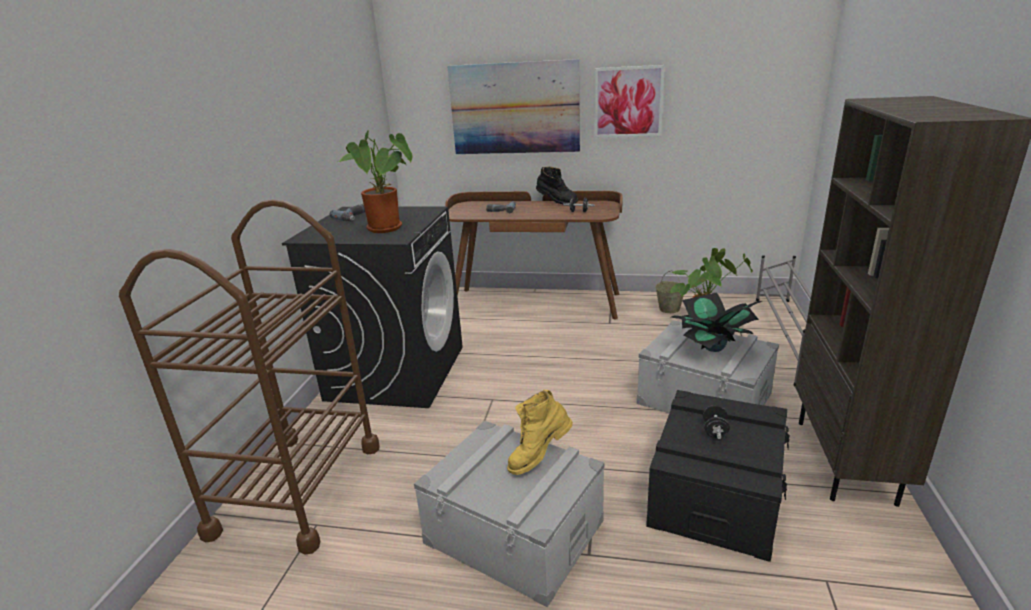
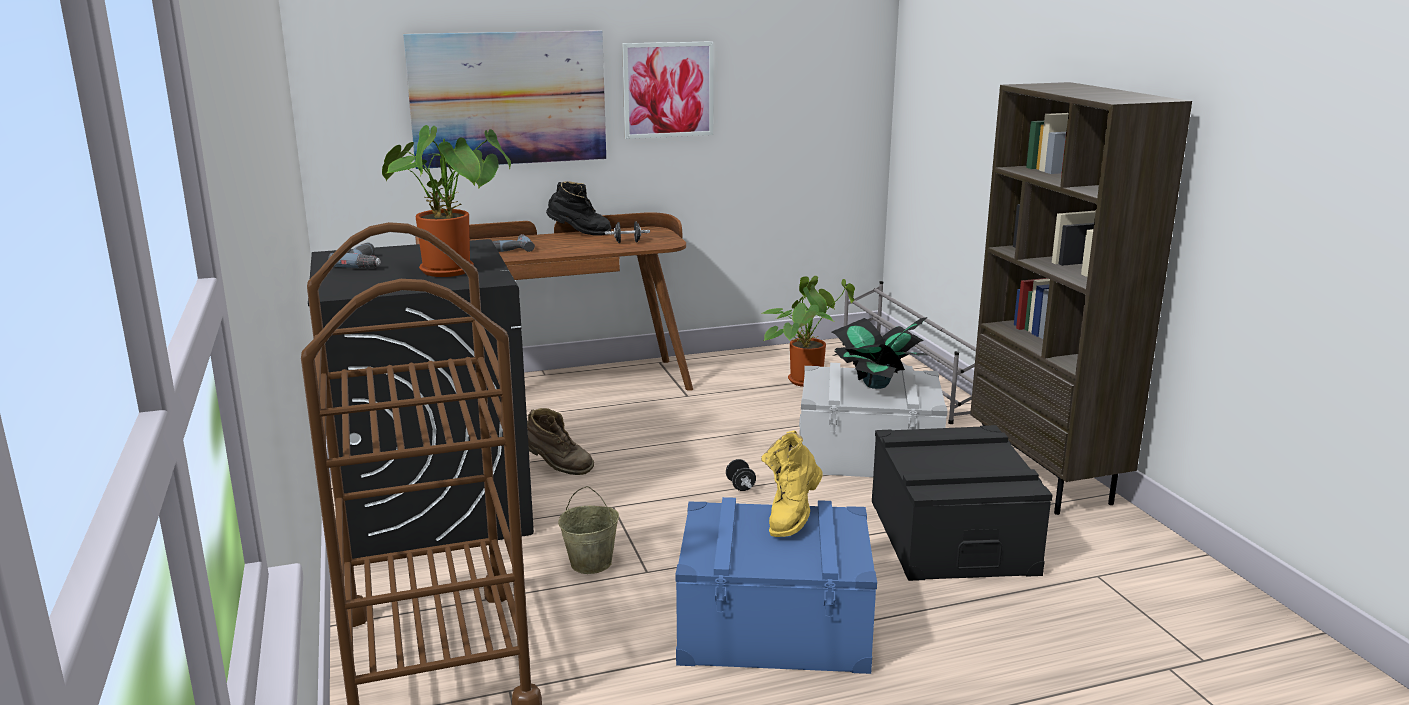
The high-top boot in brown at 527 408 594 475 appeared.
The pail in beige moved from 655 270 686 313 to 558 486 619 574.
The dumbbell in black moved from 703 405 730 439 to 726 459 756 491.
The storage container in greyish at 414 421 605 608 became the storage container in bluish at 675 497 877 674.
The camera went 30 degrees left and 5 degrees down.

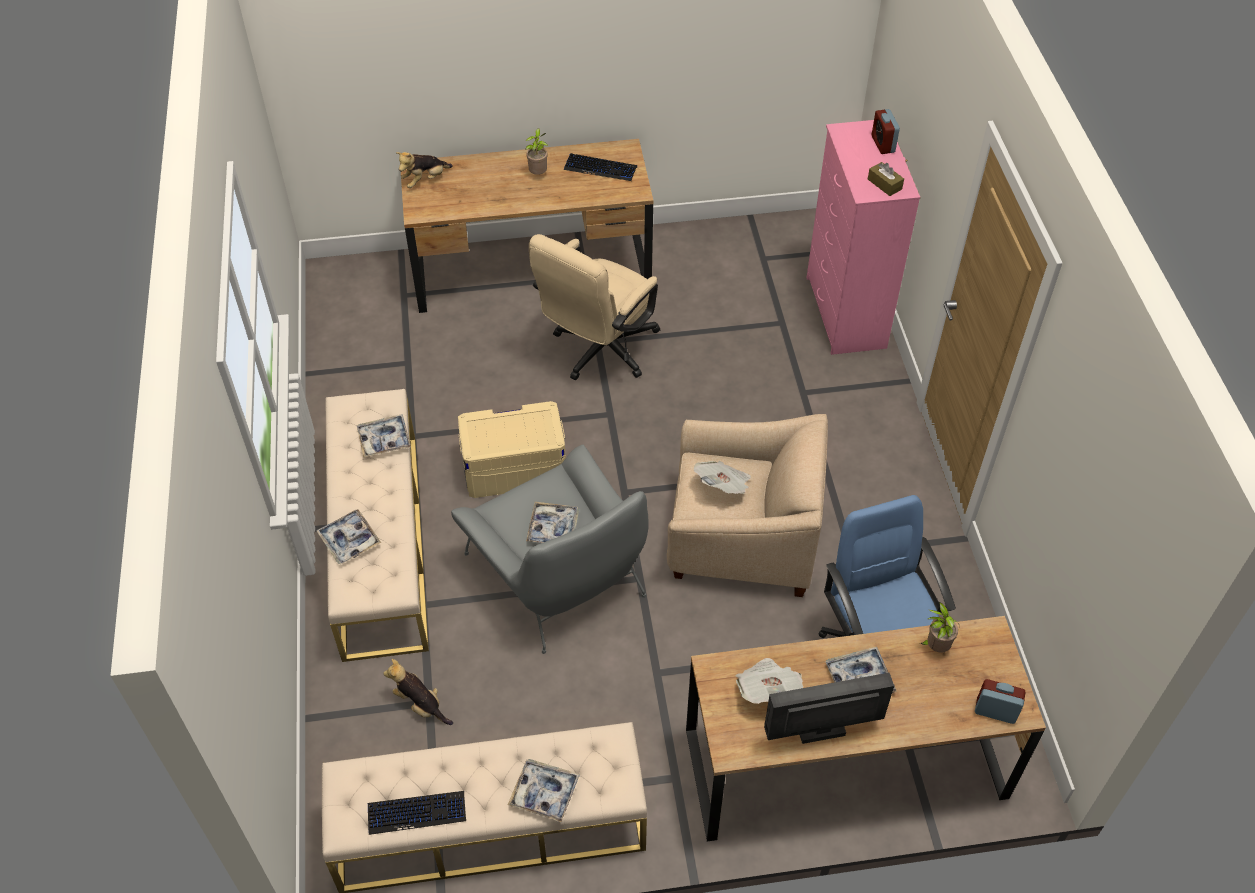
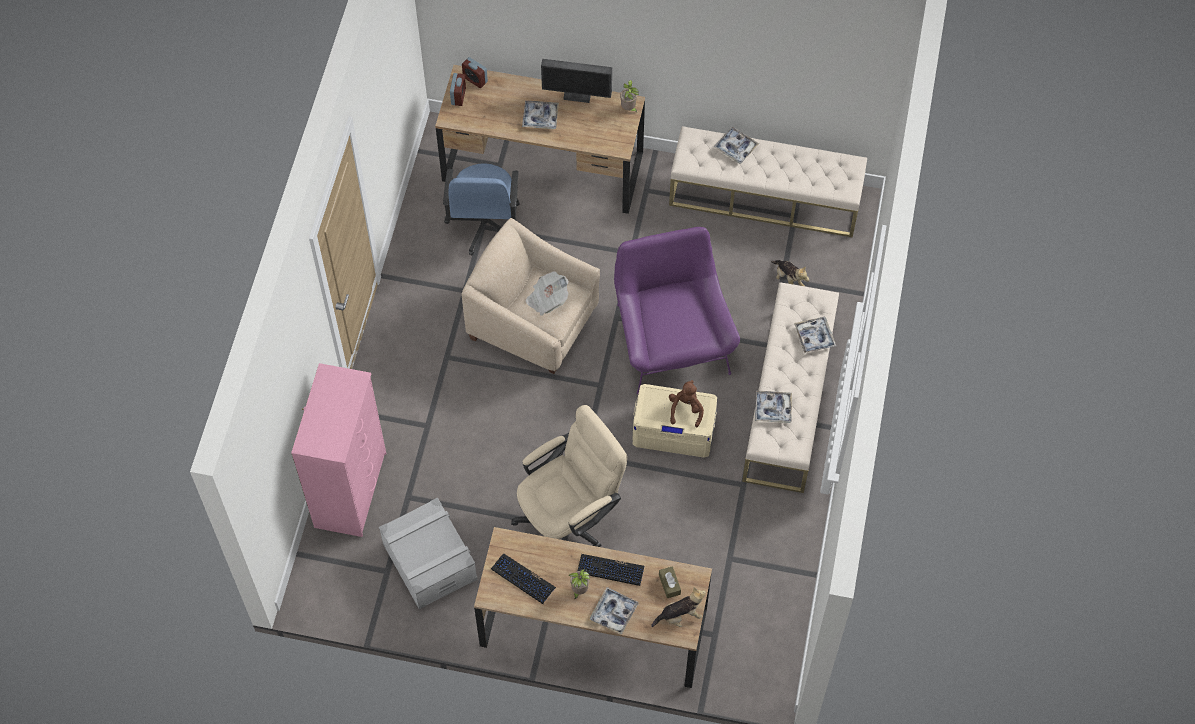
The newspaper at 736 658 803 704 disappeared.
The storage container in greyish at 379 497 478 609 appeared.
The soft toy in brown at 669 380 704 427 appeared.
The PC keyboard moved from 368 791 466 835 to 578 554 645 586.
The serving tray moved from 526 502 579 543 to 590 587 639 635.
The tissue box in brown moved from 868 162 904 196 to 659 566 681 598.
The table clock moved from 872 109 900 154 to 450 73 466 106.
The plant in a pot moved from 920 602 960 653 to 620 80 639 112.
The lounge chair in greyish at 451 445 649 654 became the lounge chair in purplish at 614 227 740 394.
The camera went 160 degrees left and 10 degrees up.

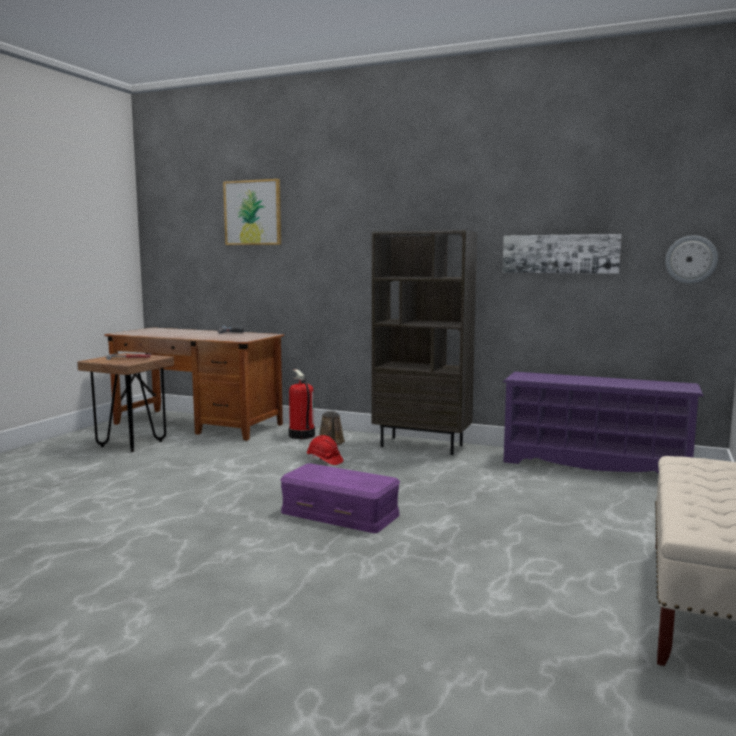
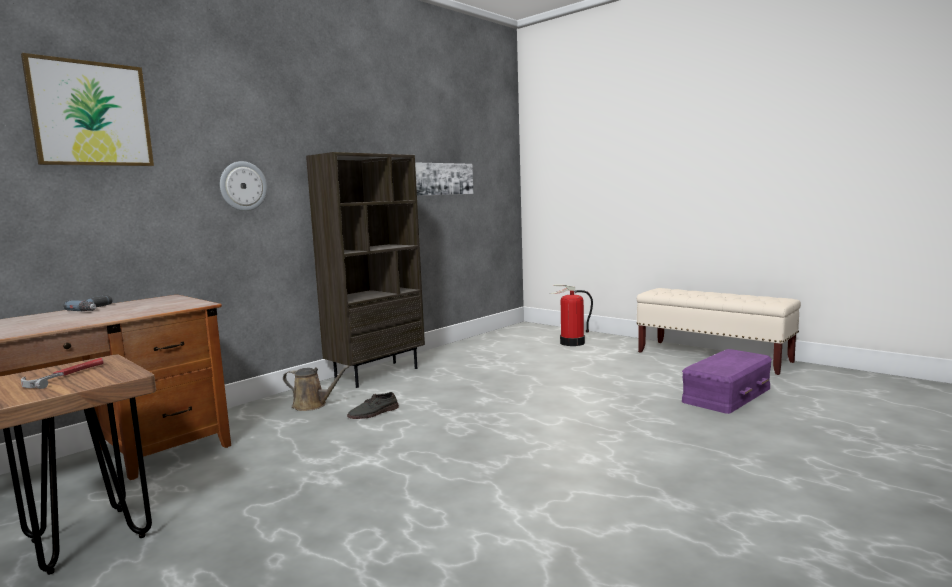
The shoe stand in purplish at 503 372 704 474 disappeared.
The storage container in purplish moved from 280 463 400 533 to 682 349 772 414.
The extinguisher moved from 289 369 315 439 to 550 284 593 346.
The wall clock moved from 665 235 718 284 to 220 161 267 211.
The hard hat in red at 307 435 343 465 was replaced by the shoe in greyish at 347 392 399 419.
The camera went 70 degrees left and 0 degrees up.

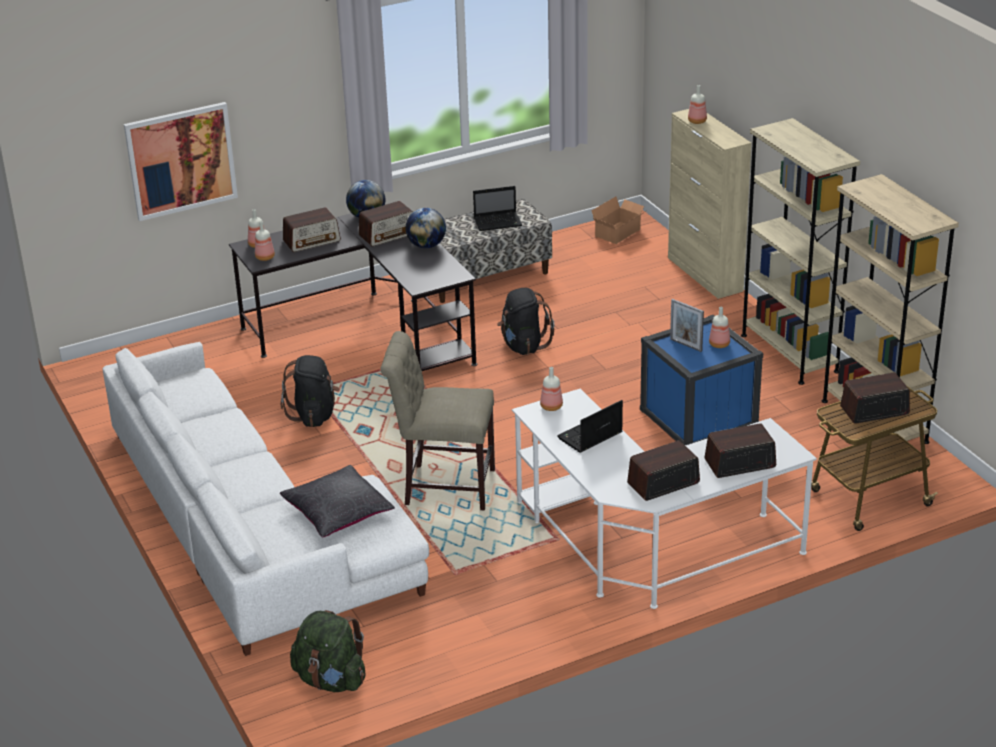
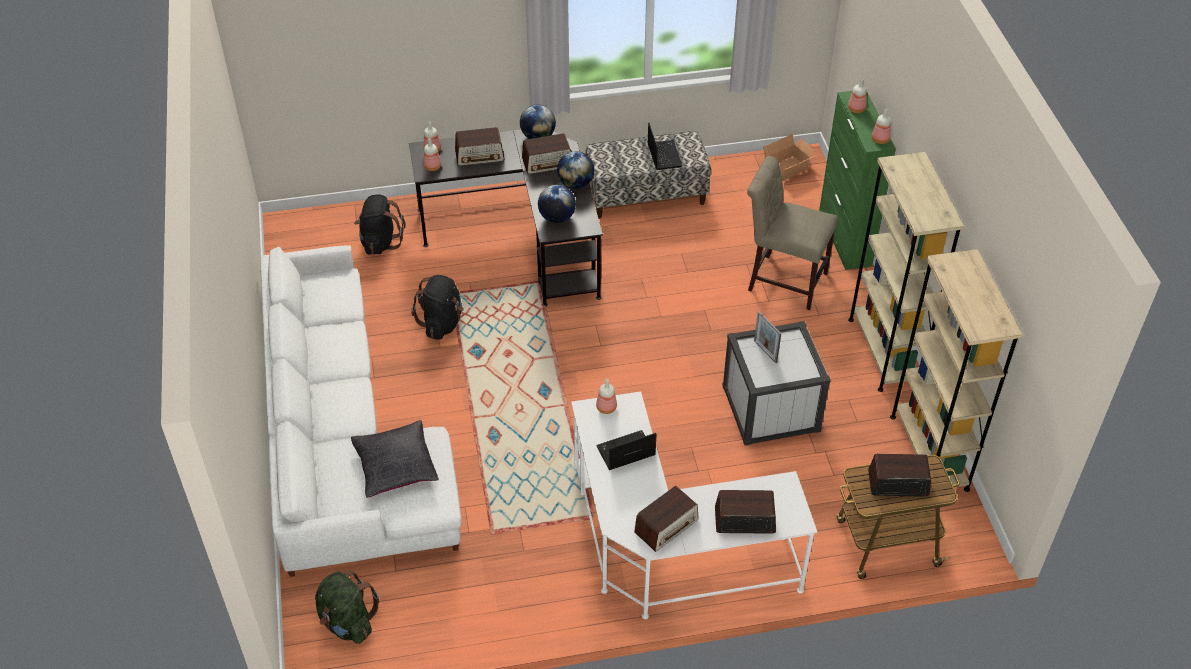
The picture at 124 102 238 221 disappeared.
The desk globe at 538 185 576 223 appeared.
The chair in beige moved from 380 331 495 511 to 747 156 838 310.
The rucksack in black moved from 497 288 555 355 to 354 195 405 255.
The drink bottle moved from 709 307 730 348 to 872 109 891 144.
The storage container in bluish at 640 315 763 445 became the storage container in whitish at 722 321 831 446.
The cabinet in beige at 668 109 751 299 became the cabinet in green-coloured at 819 91 896 270.
The portable computer at 473 186 522 231 turned 105 degrees counterclockwise.
The radio receiver at 627 441 700 501 turned 150 degrees clockwise.
The camera went 15 degrees right and 15 degrees up.

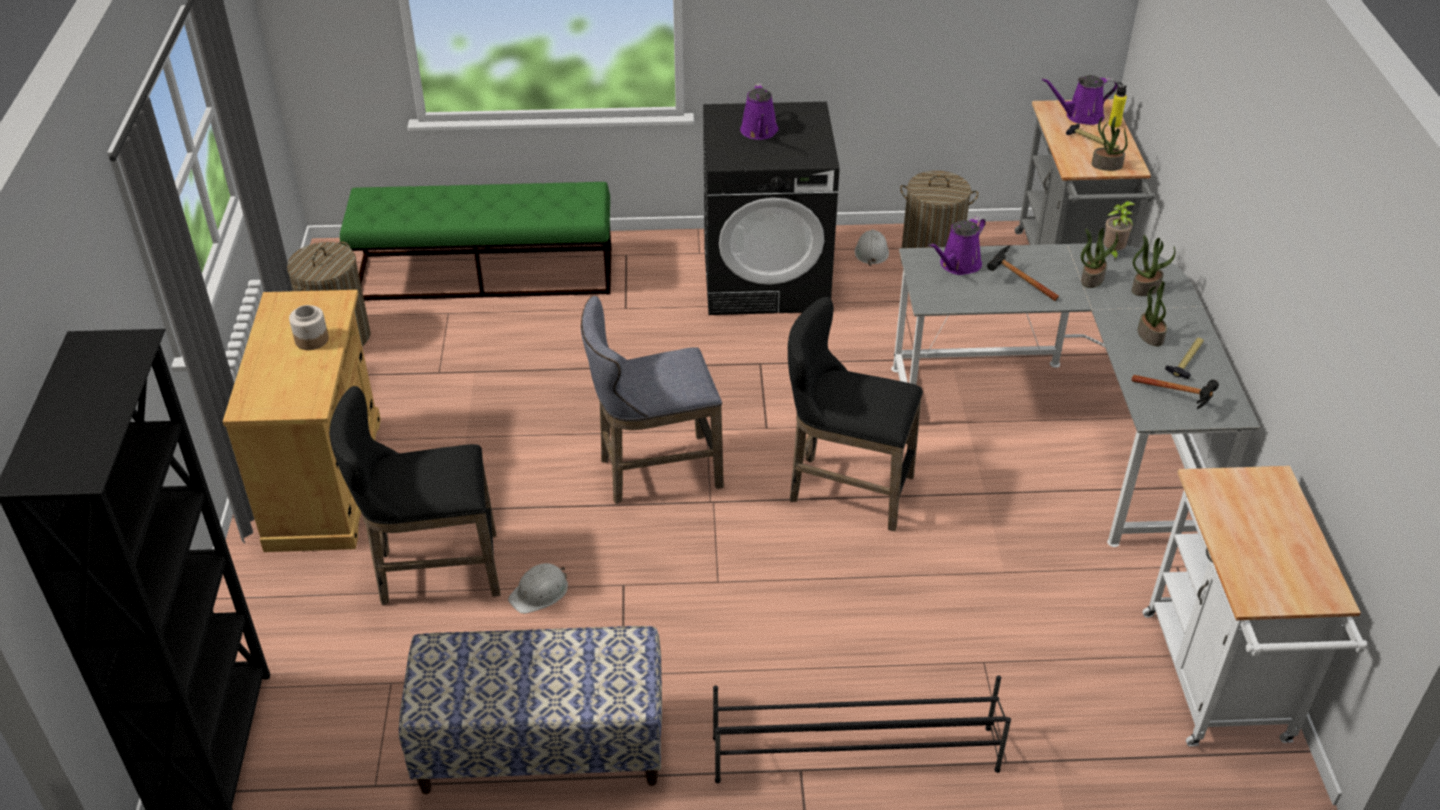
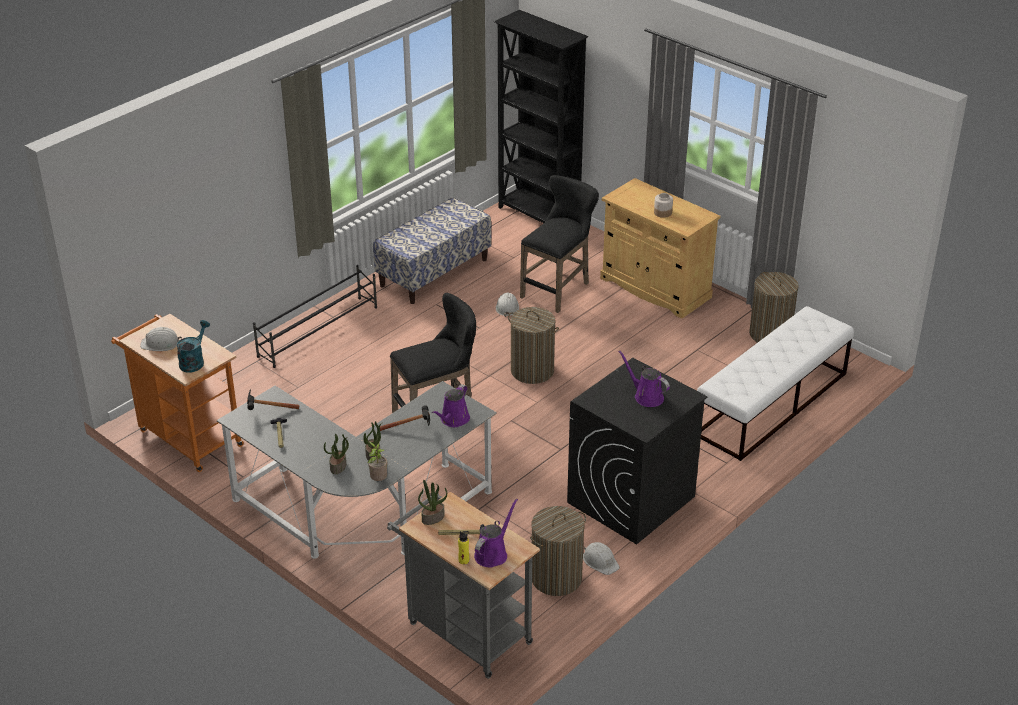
The plant in a pot at 1138 281 1167 346 disappeared.
The hard hat in whitish at 140 327 182 351 appeared.
The watering can in turquoise at 177 320 210 372 appeared.
The stool seat in greyish at 581 296 724 504 was replaced by the laundry basket at 508 307 559 384.
The indoor bench in green-coloured at 340 182 611 301 became the indoor bench in whitish at 697 306 854 461.
The cart in whitish at 1142 466 1368 746 became the cart in orange at 111 314 244 472.
The watering can in purplish at 929 216 986 275 turned 150 degrees counterclockwise.
The camera went 135 degrees right and 5 degrees down.

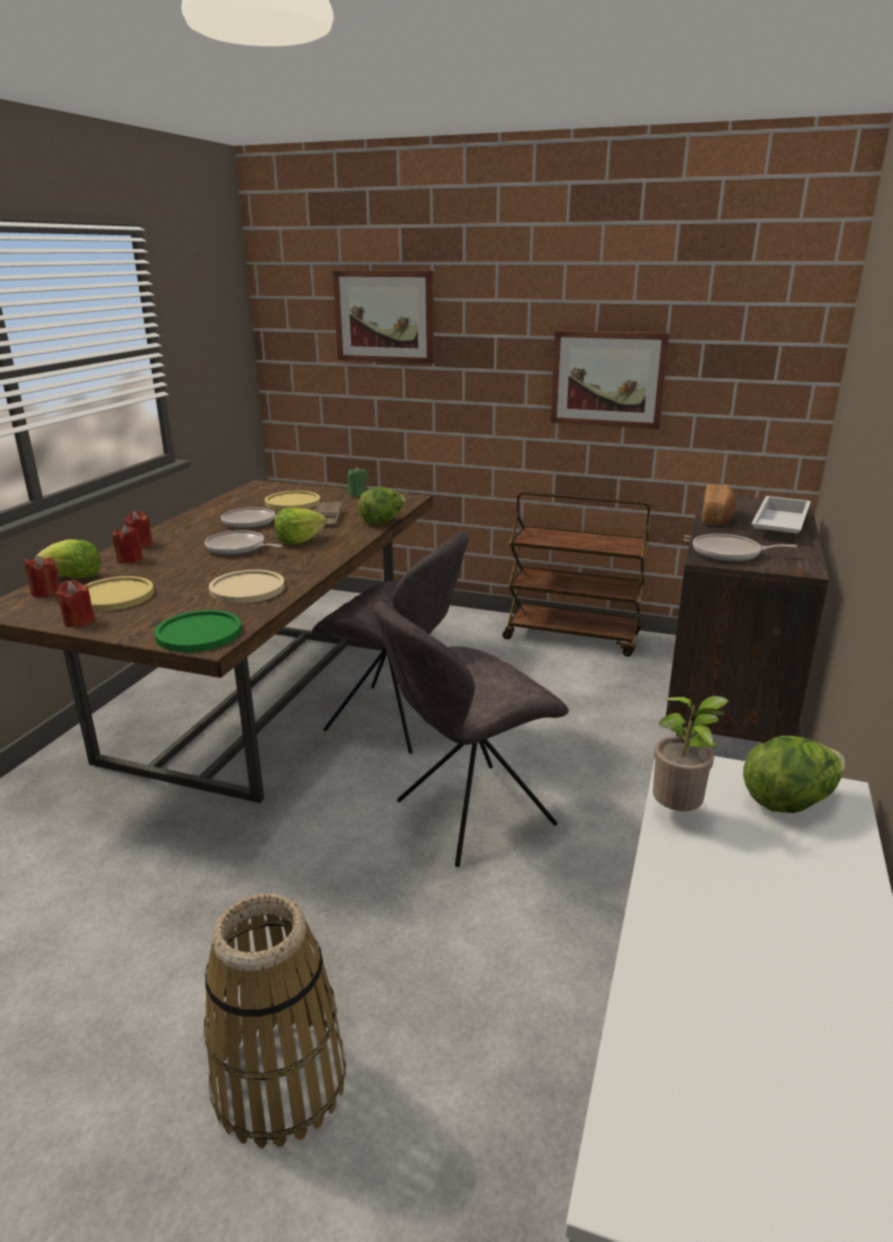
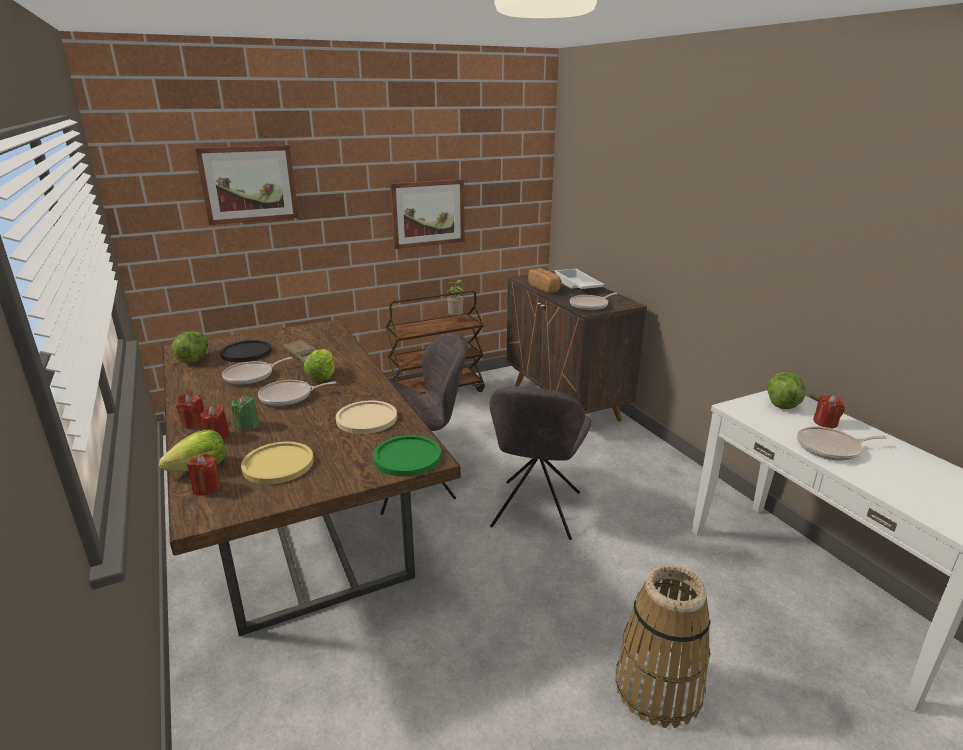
The pan at 797 426 887 460 appeared.
The wax candle in red moved from 55 580 95 627 to 813 394 844 428.
The wax candle in green-coloured moved from 347 467 368 497 to 232 396 259 430.
The lettuce head moved from 358 487 406 525 to 172 331 208 363.
The plant in a pot moved from 653 696 730 811 to 447 280 464 315.
The plate in yellowish at 265 491 320 511 became the plate in black at 220 340 272 362.
The camera went 45 degrees left and 0 degrees up.

